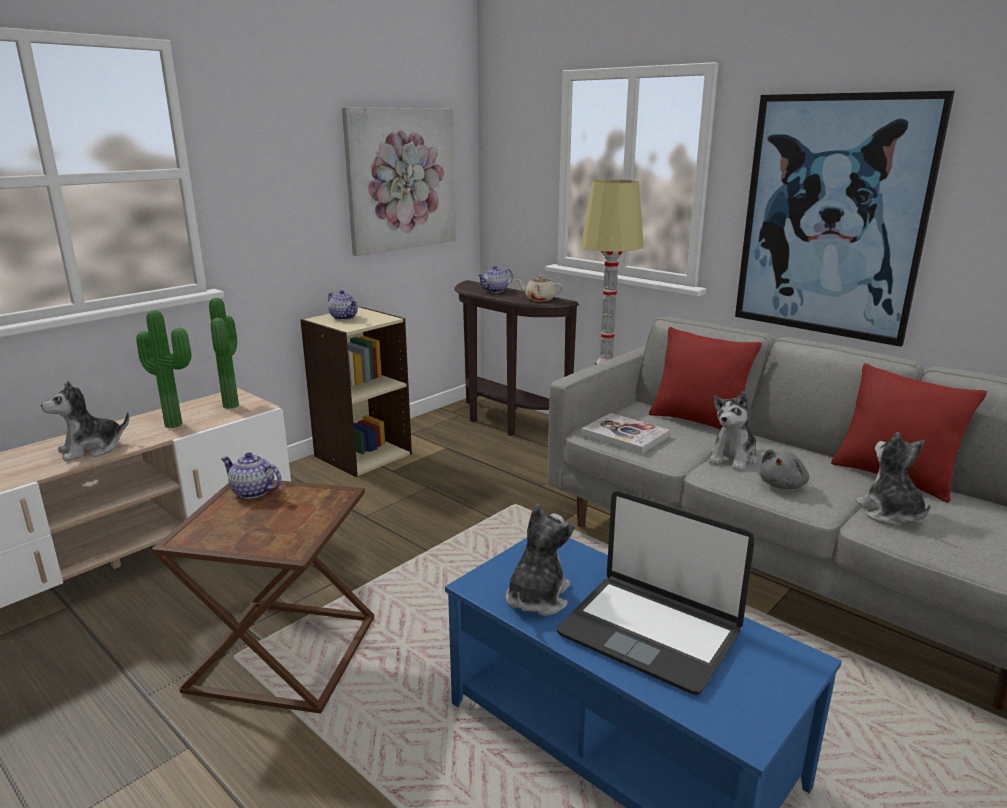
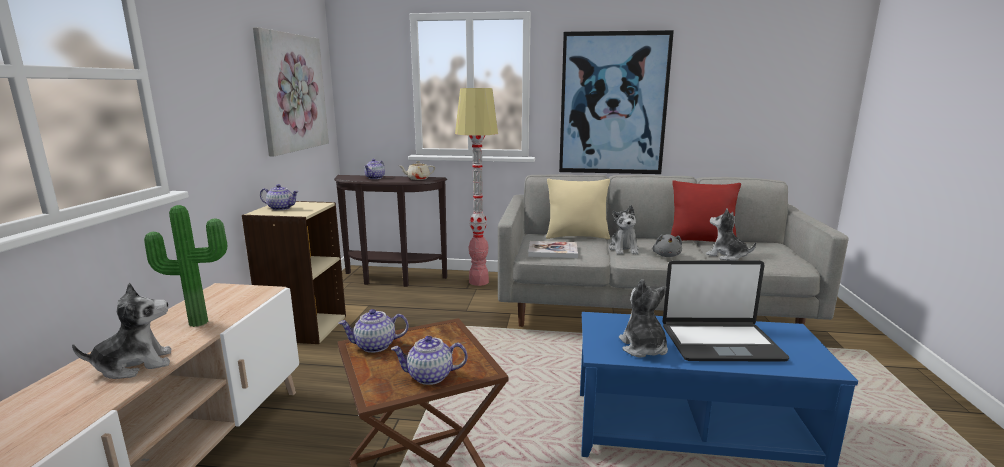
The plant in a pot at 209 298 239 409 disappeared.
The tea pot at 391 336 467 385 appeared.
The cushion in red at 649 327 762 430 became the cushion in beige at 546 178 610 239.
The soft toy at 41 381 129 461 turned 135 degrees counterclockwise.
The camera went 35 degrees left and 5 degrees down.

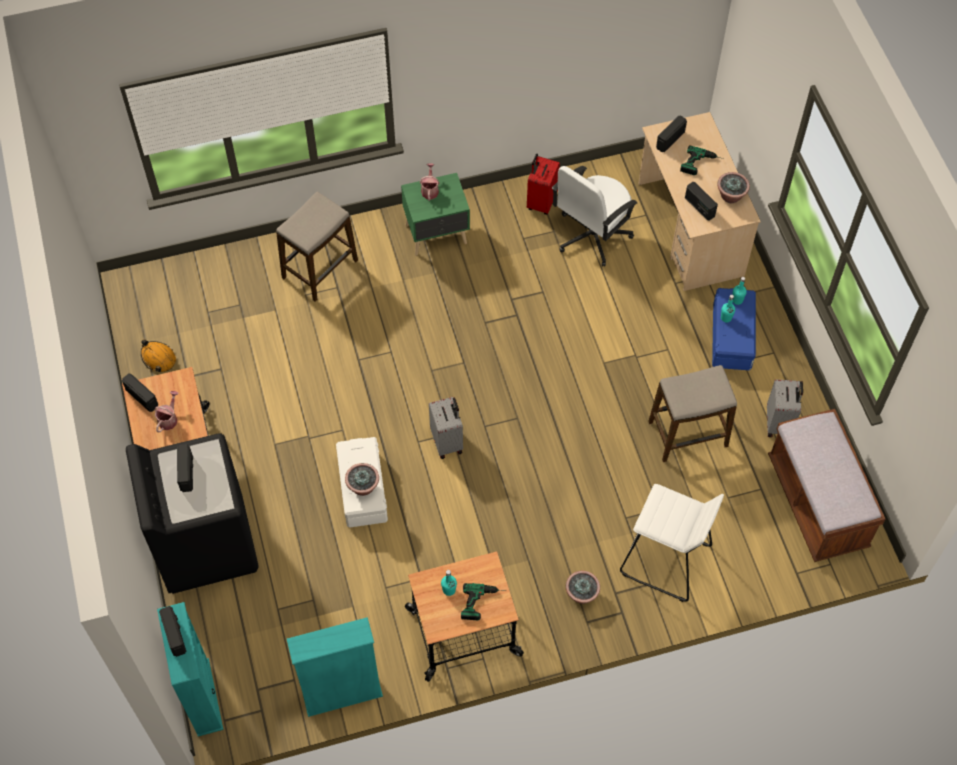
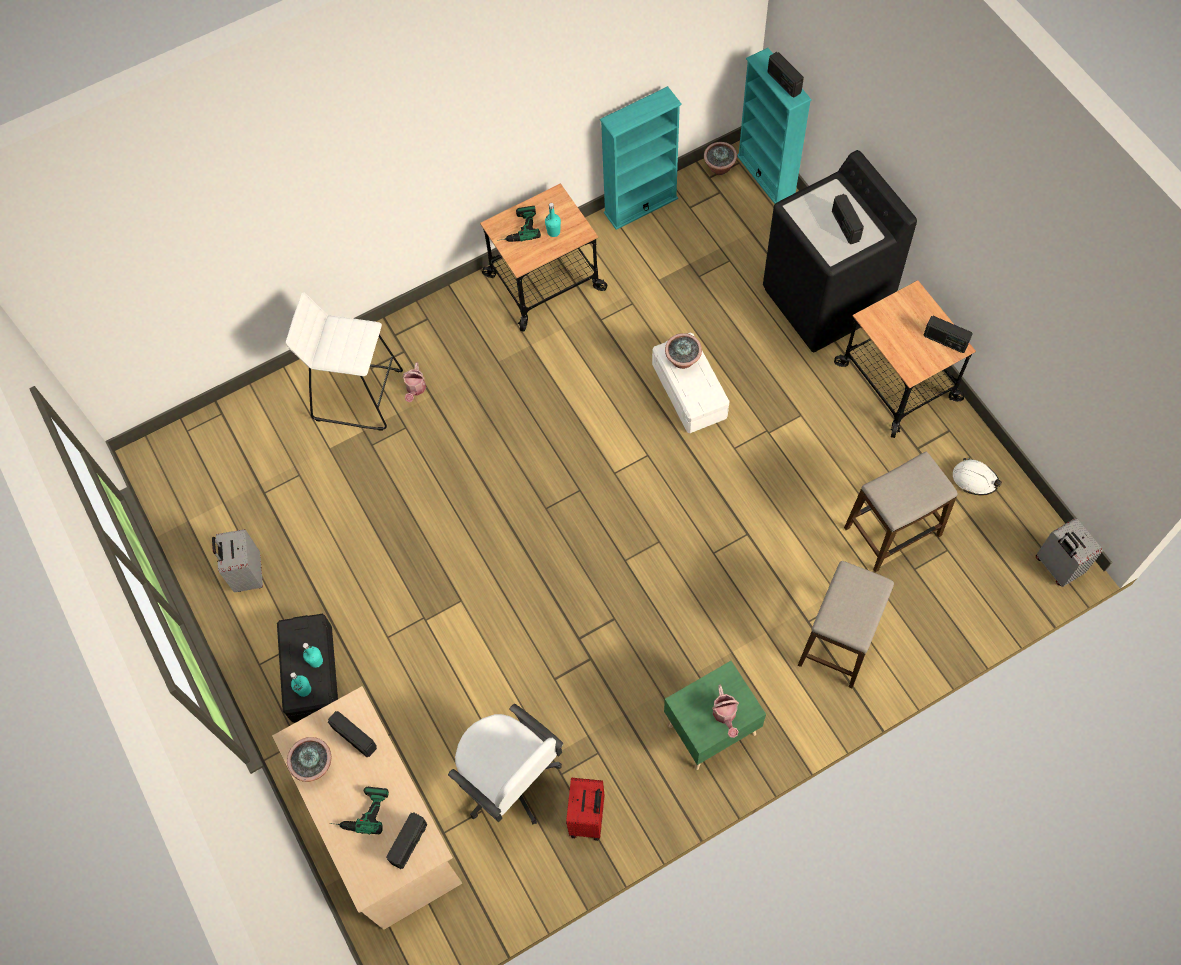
The indoor bench in brown at 768 409 885 562 disappeared.
The watering can moved from 154 391 179 432 to 402 362 426 402.
The piece of luggage in greyish moved from 429 397 463 459 to 1036 518 1103 587.
The plant in a pot moved from 566 571 600 604 to 704 142 737 175.
The stool seat moved from 648 365 737 462 to 844 452 957 572.
The hard hat in orange at 141 339 176 372 became the hard hat in whitish at 953 457 1002 496.
The storage container in bluish at 712 288 756 370 became the storage container in black at 277 614 338 723.
The office chair in whitish at 552 166 637 267 turned 105 degrees clockwise.
The camera went 170 degrees right and 5 degrees up.

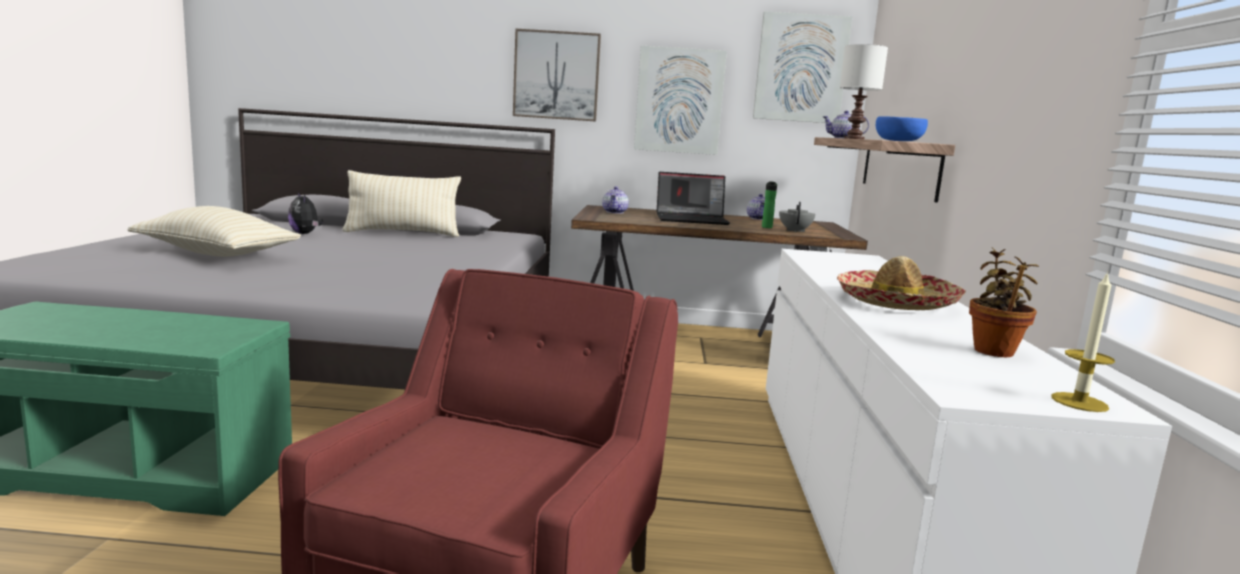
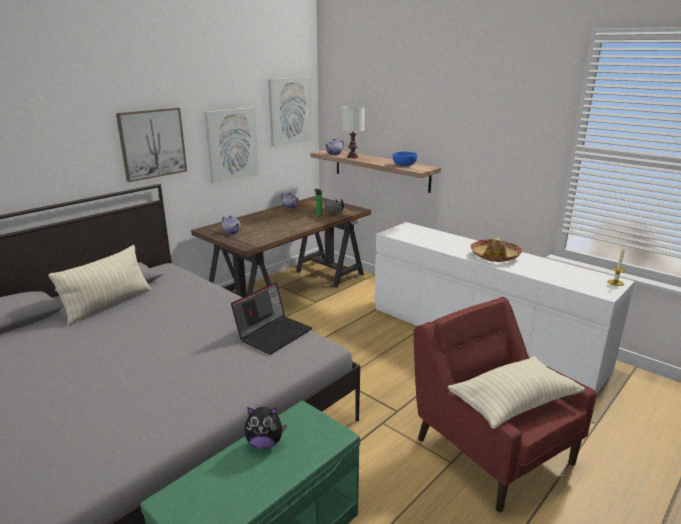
The plant in a pot at 969 247 1039 357 disappeared.
The cushion in beige moved from 127 206 301 257 to 448 356 585 429.
The soft toy moved from 288 193 323 234 to 245 407 287 449.
The portable computer moved from 657 172 730 225 to 231 282 312 355.
The camera went 50 degrees left and 10 degrees up.

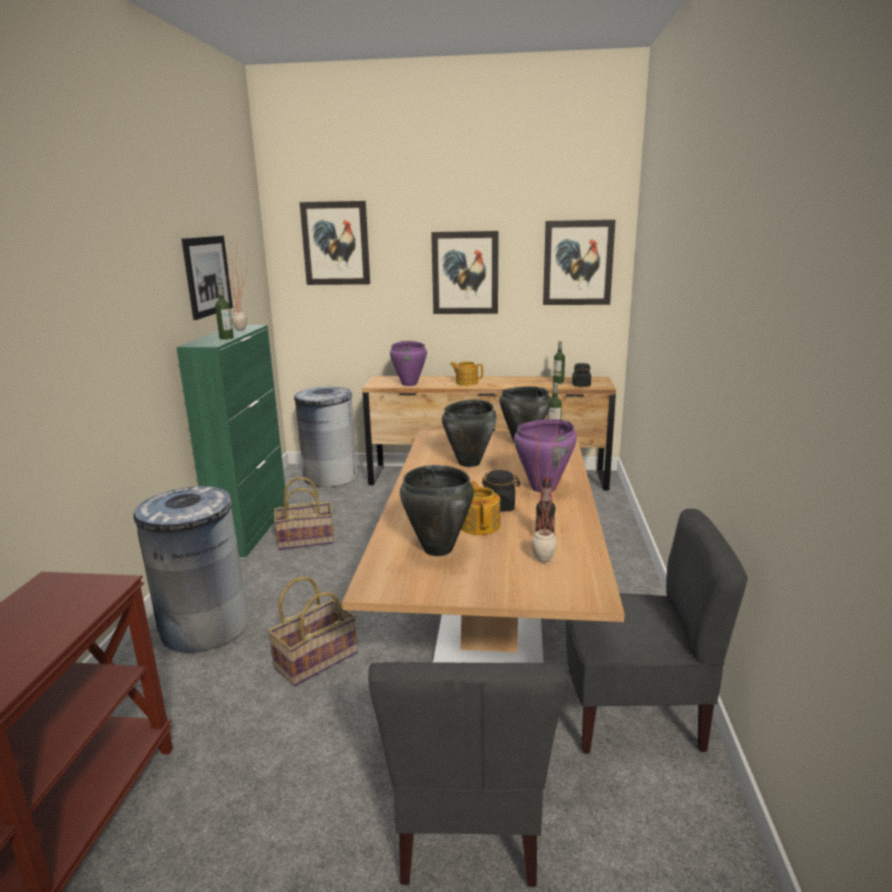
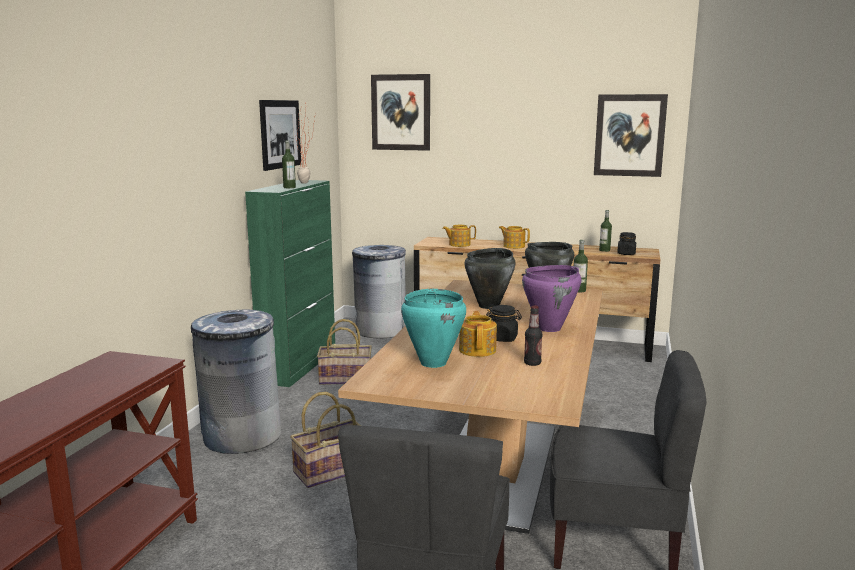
The picture at 431 231 499 314 disappeared.
The plant in a pot at 532 413 572 563 disappeared.
The cooking pot in purplish at 390 341 427 386 was replaced by the tea pot at 442 225 476 247.
The cooking pot in black at 400 465 474 556 became the cooking pot in turquoise at 401 289 466 368.
The camera went 10 degrees right and 5 degrees down.

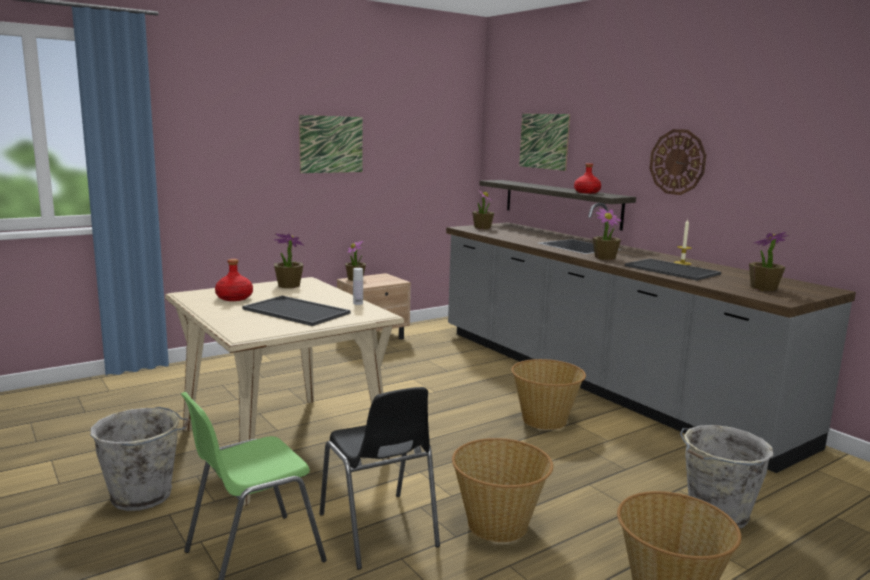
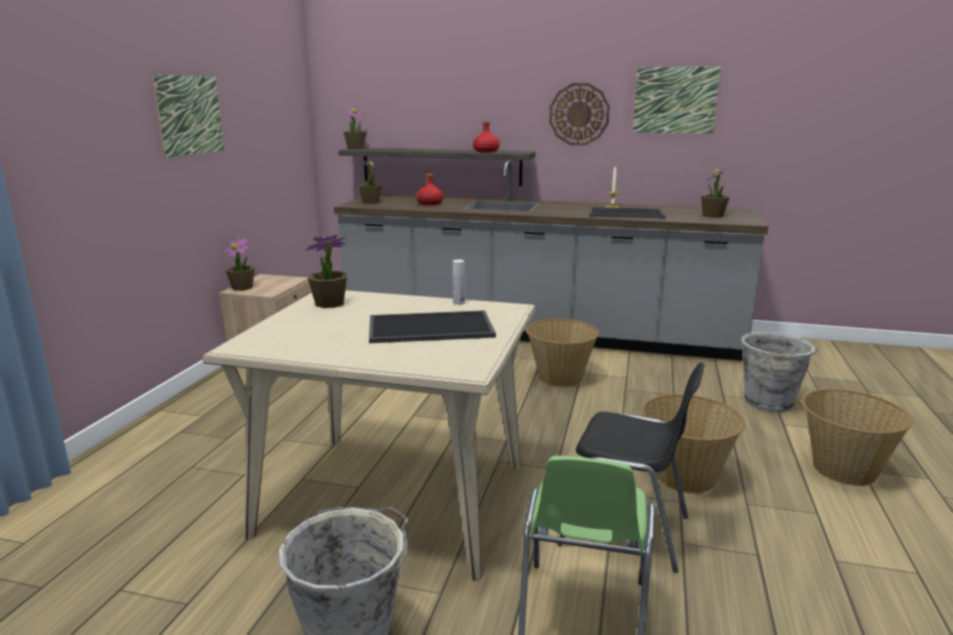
The drink bottle in red moved from 215 259 253 301 to 416 174 444 205.
The picture moved from 519 114 570 171 to 633 66 721 134.
The plant in a pot moved from 593 208 622 260 to 343 105 366 149.
The camera went 40 degrees left and 5 degrees up.

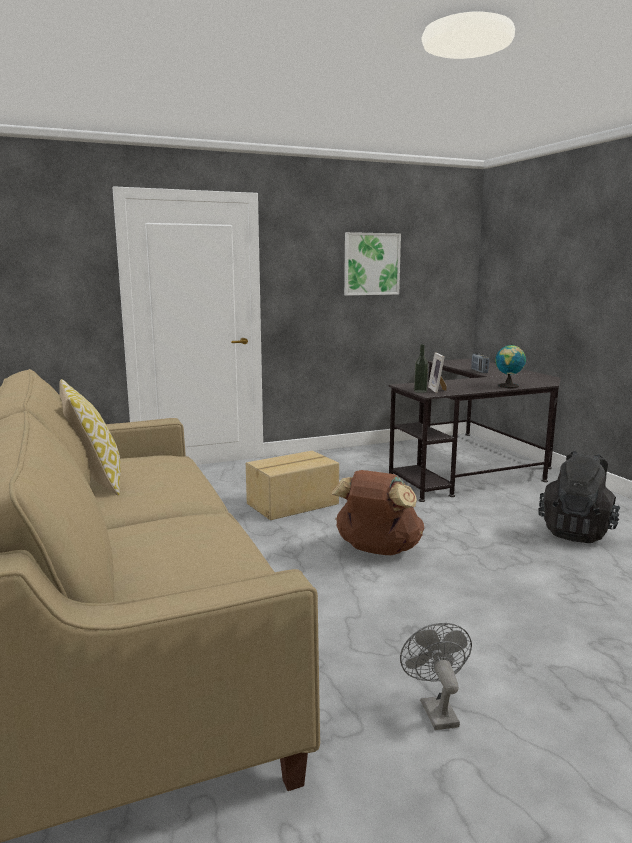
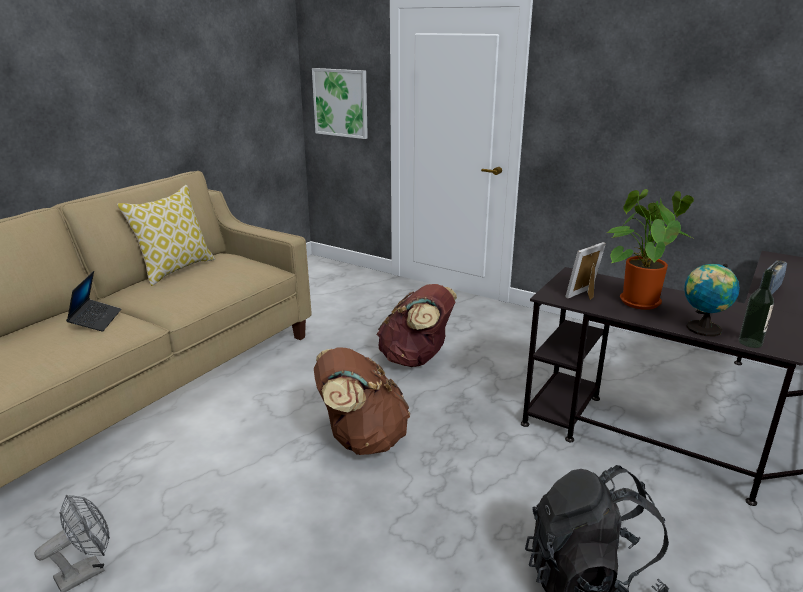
The portable computer at 66 271 121 332 appeared.
The plant in a pot at 606 189 695 310 appeared.
The picture moved from 344 232 401 296 to 312 68 368 139.
The drink bottle moved from 414 344 428 393 to 739 269 774 348.
The cardboard box at 246 451 339 520 was replaced by the rucksack in brown at 376 284 457 367.
The camera went 55 degrees right and 10 degrees up.

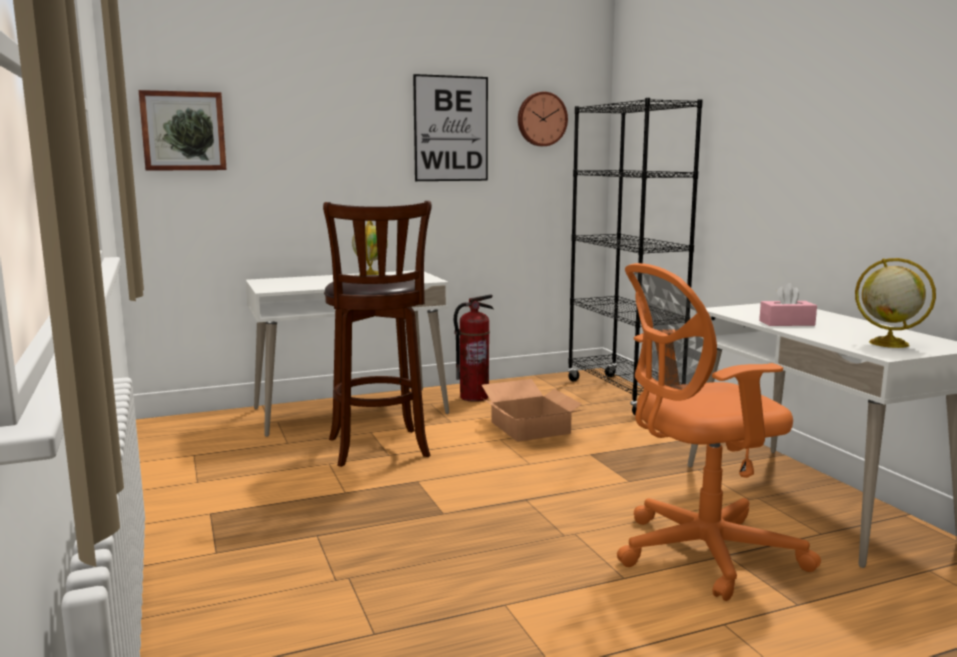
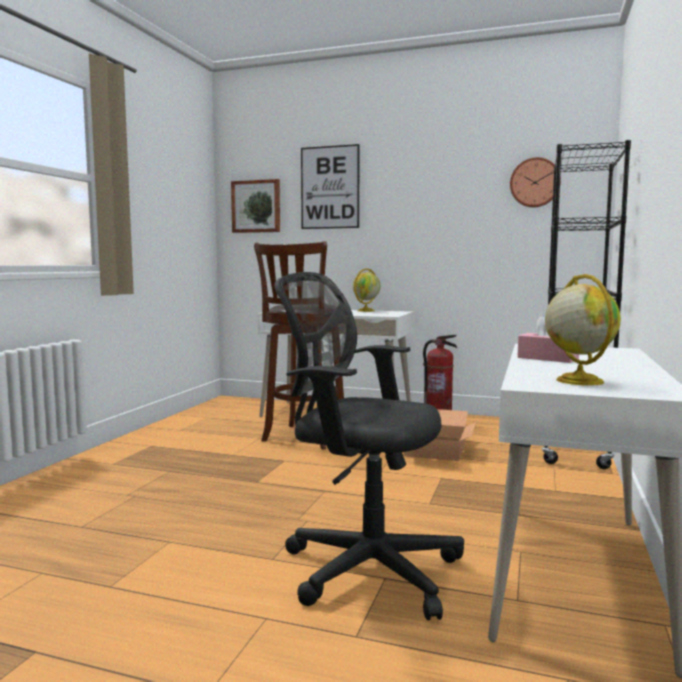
The picture moved from 413 74 488 181 to 301 144 360 229.
The office chair in orange at 617 263 821 601 became the office chair in black at 274 272 464 620.
The camera went 40 degrees right and 5 degrees down.

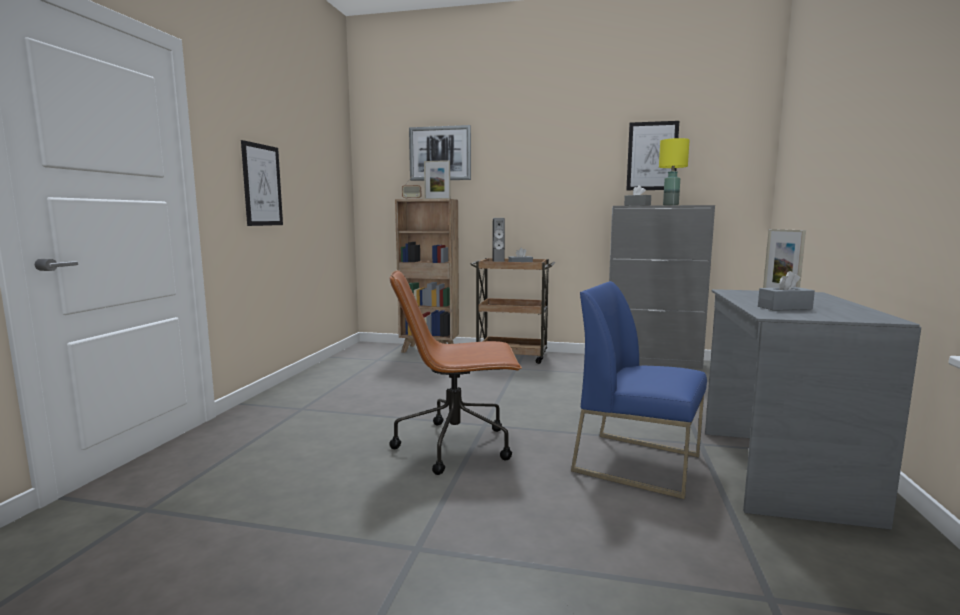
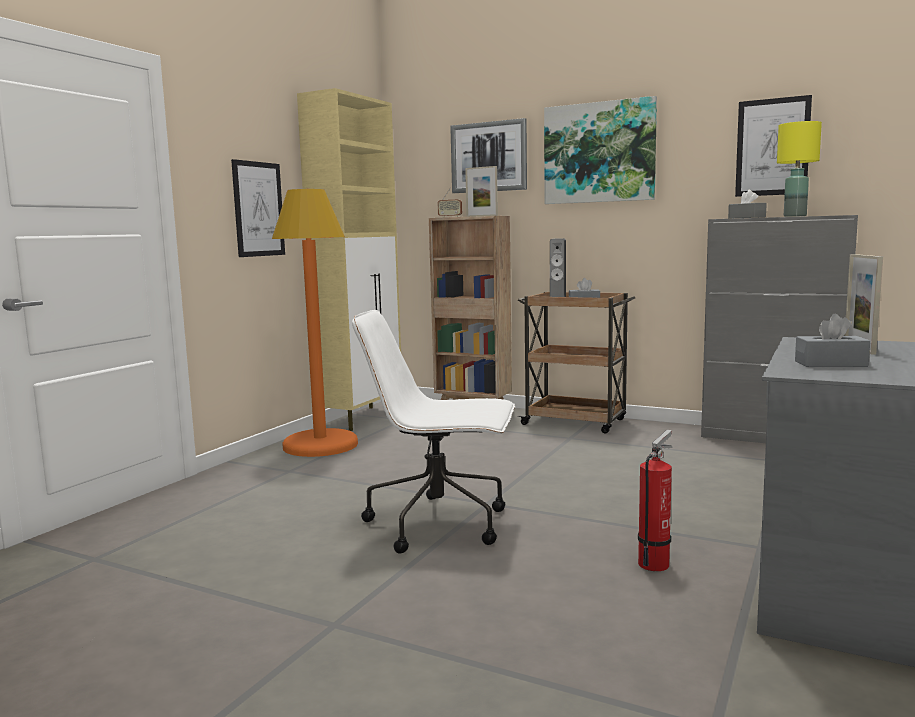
The standard lamp in orange at 272 189 358 457 appeared.
The cabinet in beige at 297 88 401 431 appeared.
The picture at 544 96 657 204 appeared.
The chair in bluish at 571 281 707 499 was replaced by the extinguisher at 638 430 673 571.
The office chair in brown at 389 270 522 475 became the office chair in whitish at 352 310 515 554.
The camera went 15 degrees right and 0 degrees up.

